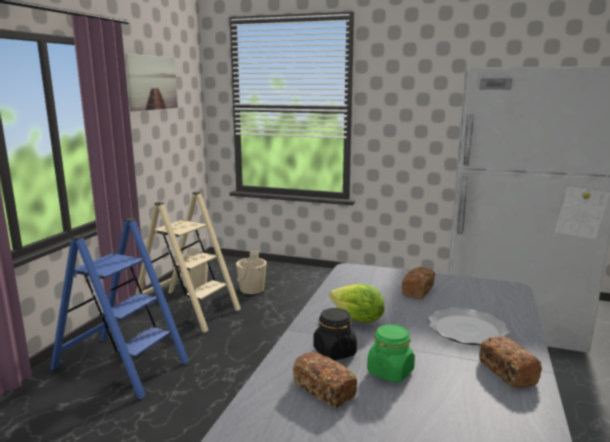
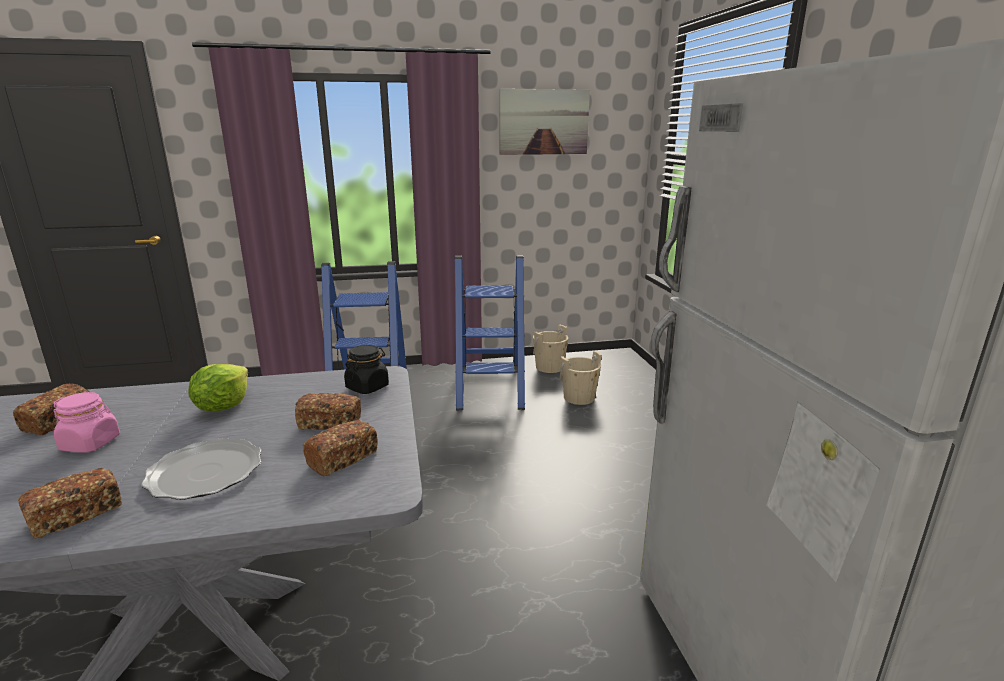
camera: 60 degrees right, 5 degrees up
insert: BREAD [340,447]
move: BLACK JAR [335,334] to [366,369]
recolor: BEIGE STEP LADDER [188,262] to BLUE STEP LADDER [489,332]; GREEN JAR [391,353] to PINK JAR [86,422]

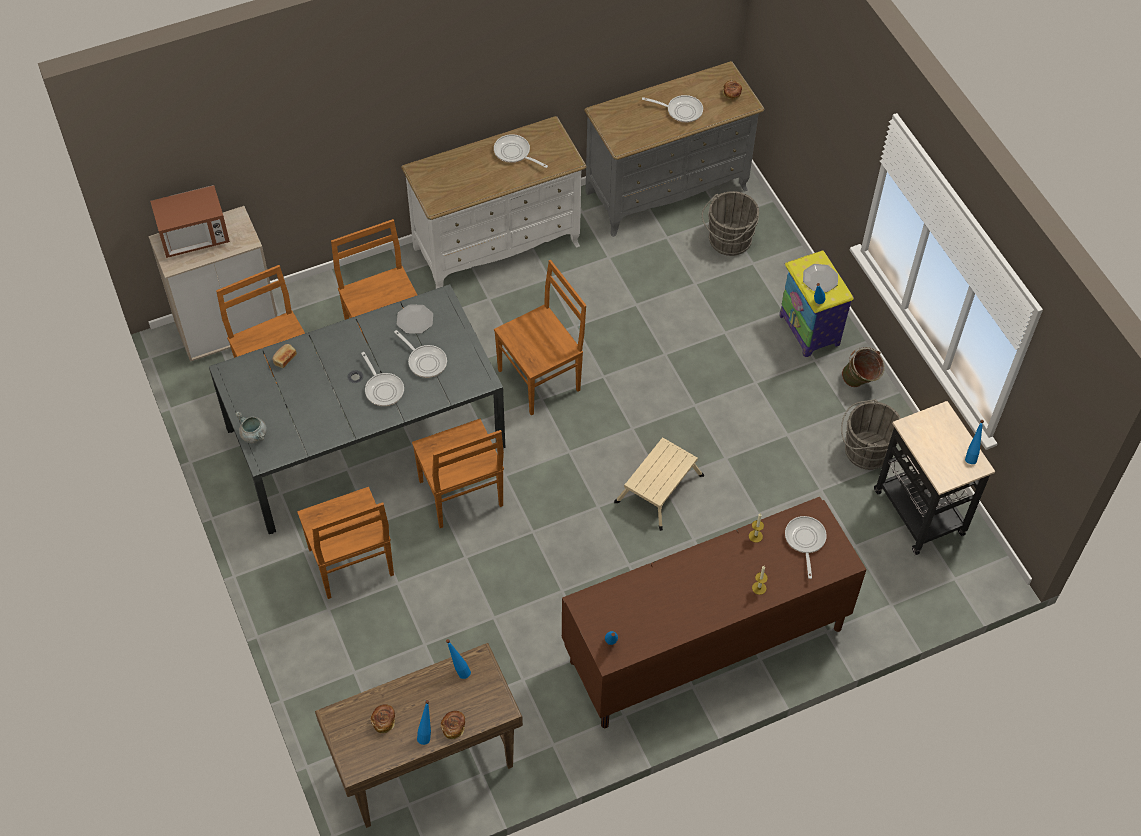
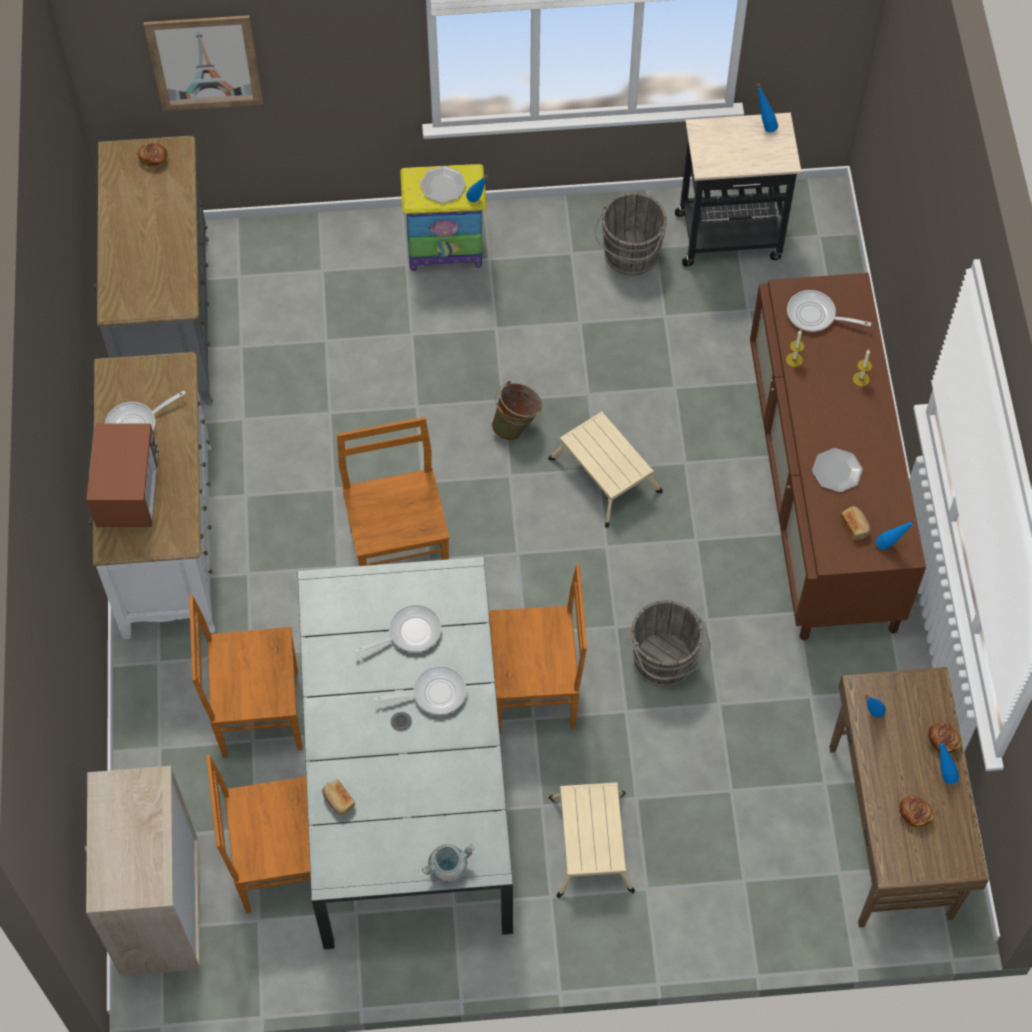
camera: 70 degrees left, 5 degrees up
delete: FRYING PAN [672,109]
insert: PICTURE [203,63]; BREAD [856,523]
move: MICROWAVE [190,221] to [122,475]; PLATE [415,319] to [837,470]; GREY BUCKET [730,223] to [670,643]; GREEN BUCKET [863,367] to [517,411]
replace: BROWN CHAIR [345,543] to BEIGE STEP LADDER [592,840]

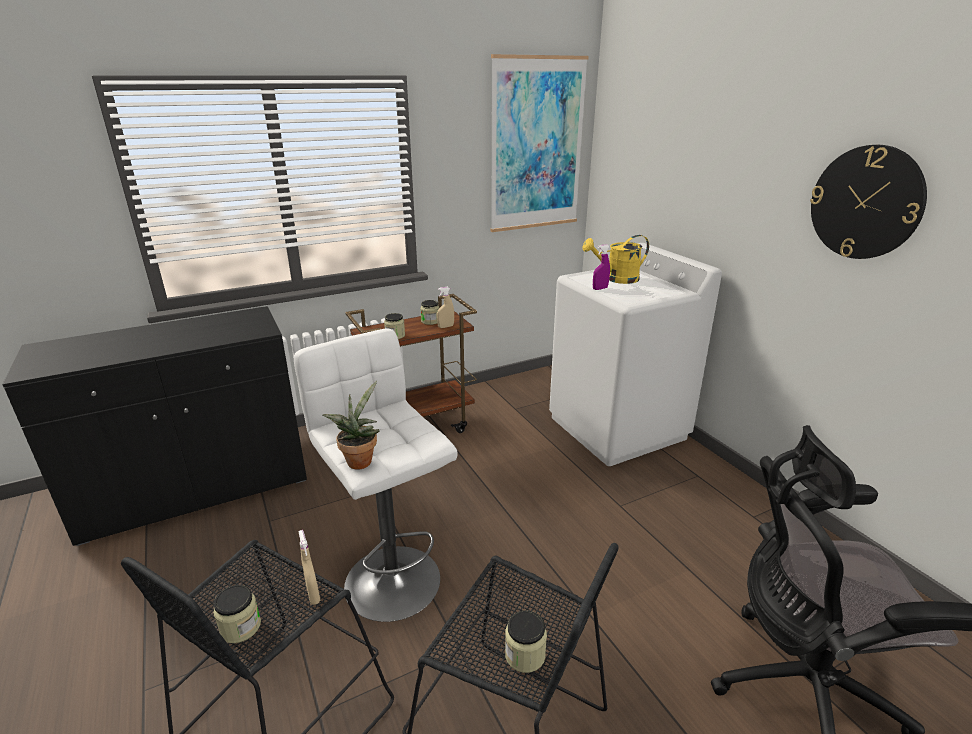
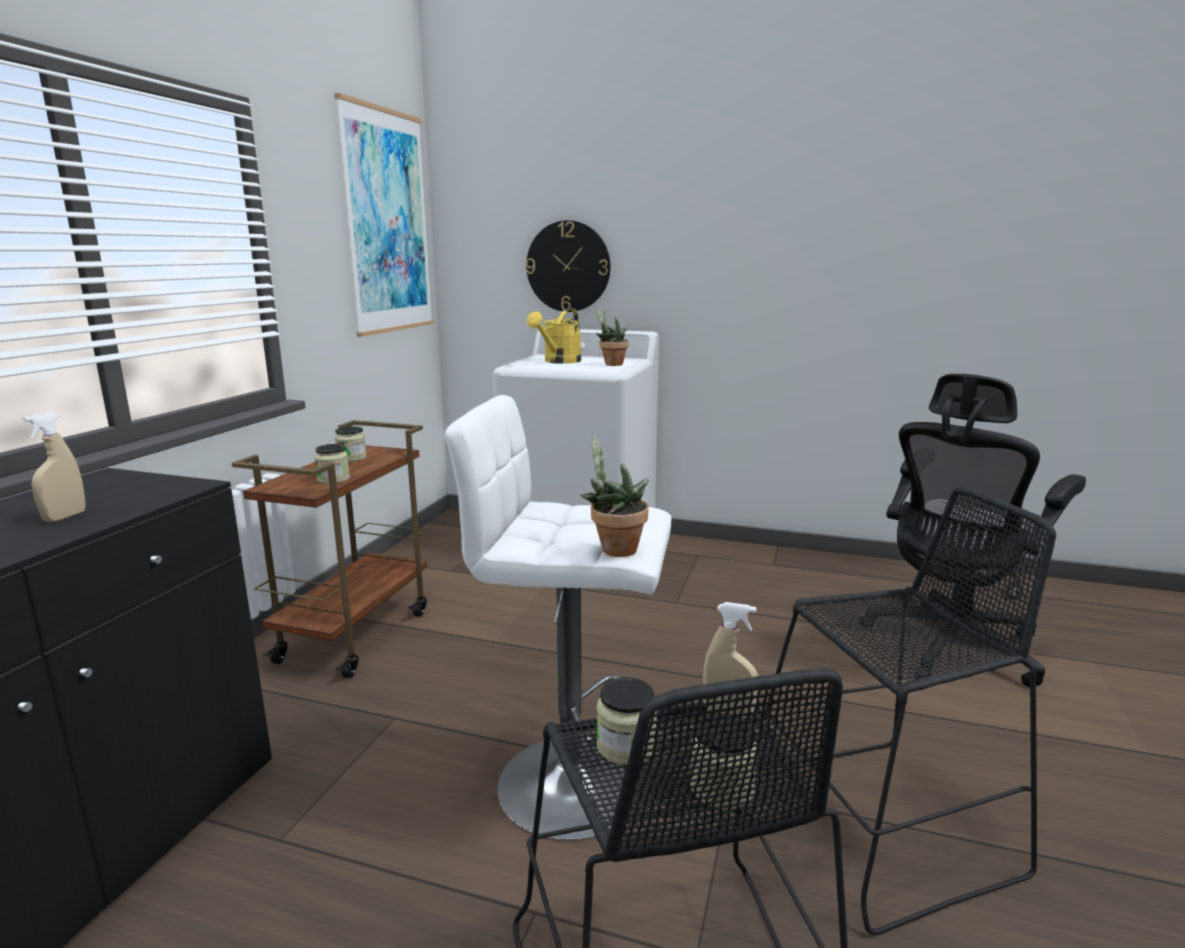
camera: 45 degrees left, 10 degrees down
delete: PURPLE SPRAY BOTTLE [601,267]
insert: POTTED PLANT [612,337]
move: BEIGE SPRAY BOTTLE [445,307] to [54,467]; JAR [526,642] to [627,721]; WALL CLOCK [868,202] to [568,266]

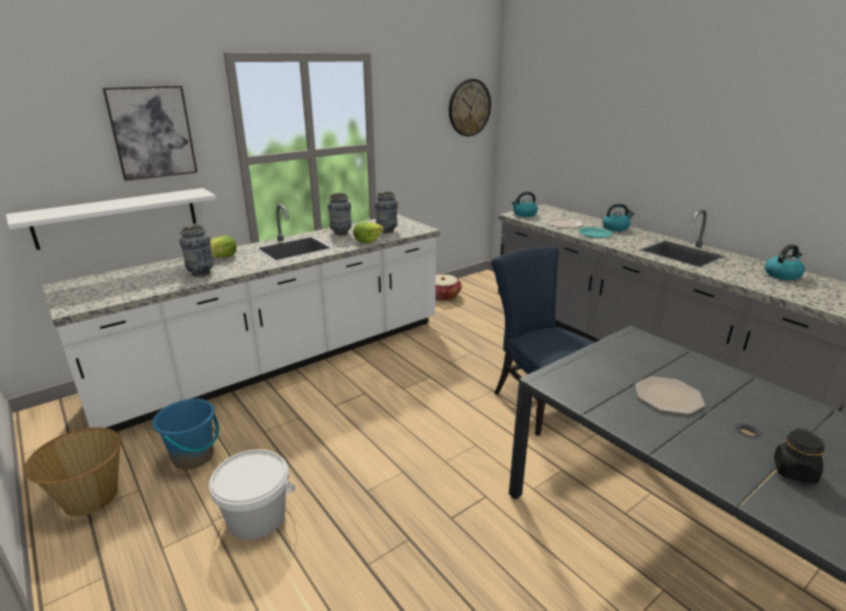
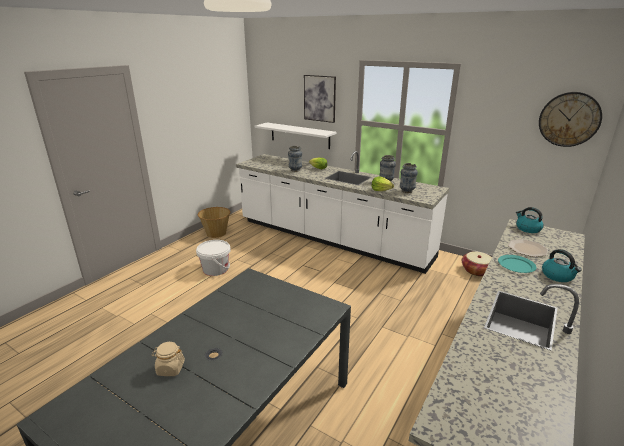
camera: 70 degrees right, 0 degrees up
delete: BLUE BUCKET [185,434]; BLUE CHAIR [543,341]; PLATE [670,395]; KETTLE [785,262]
recolor: BLACK JAR [799,456] to BEIGE JAR [168,359]

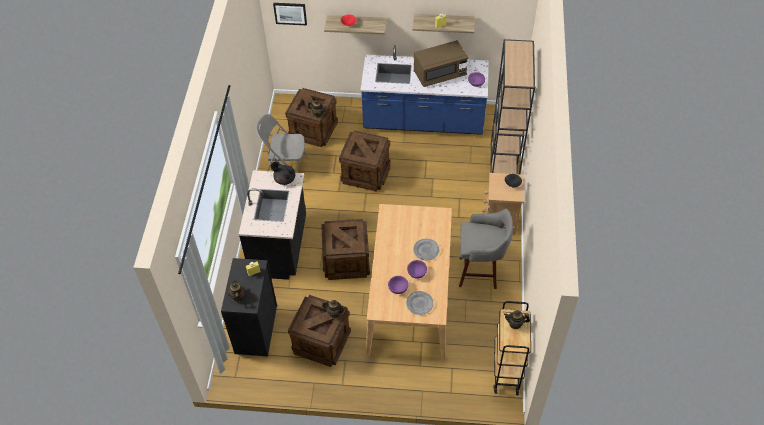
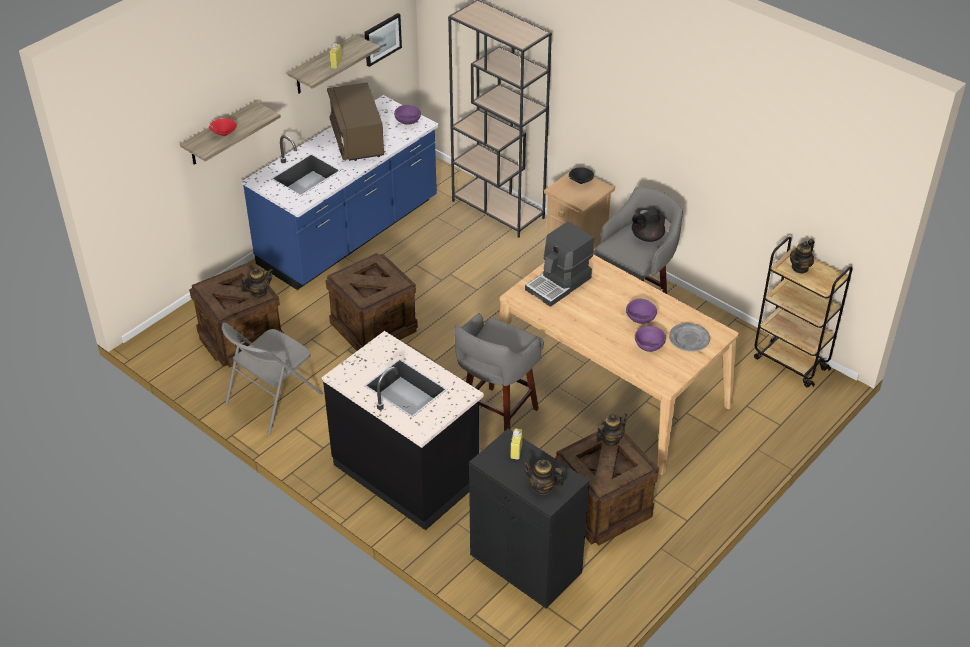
camera: 55 degrees left, 10 degrees down
delete: GREY PLATE [426,249]
insert: COFFEE MACHINE [559,264]
move: BLACK TEAPOT [282,173] to [648,225]; PICTURE [290,14] to [383,40]
replace: CRATE [345,249] to GREY STOOL [499,372]
rotate: BROWN MICROWAVE [441,63] = [355,121] 150 degrees clockwise

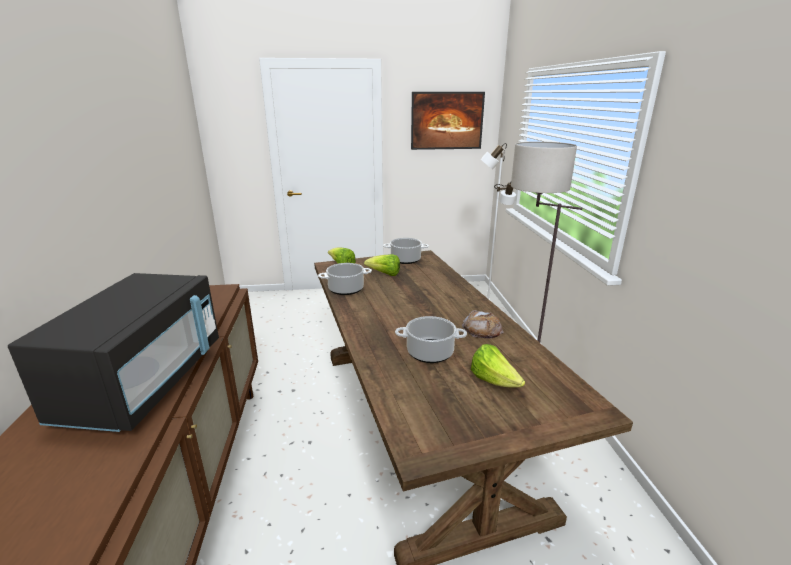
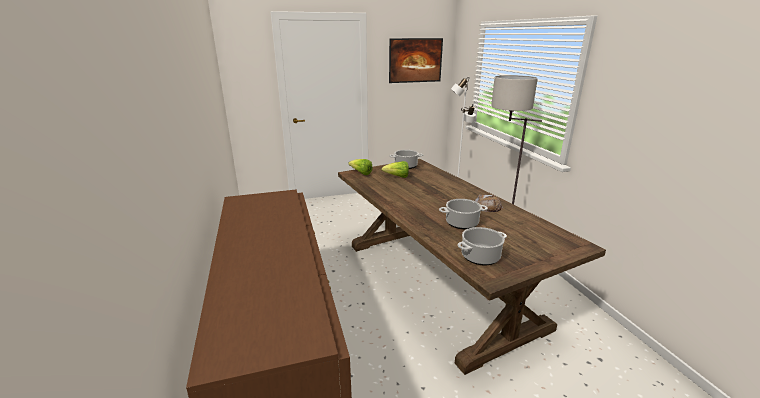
camera: 10 degrees left, 0 degrees up
delete: BLACK MICROWAVE [113,352]; LETTUCE [498,366]
move: COOKING POT [345,279] to [482,246]

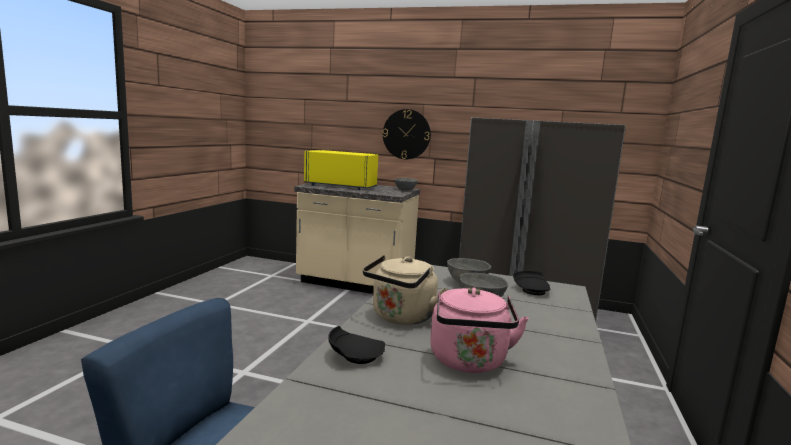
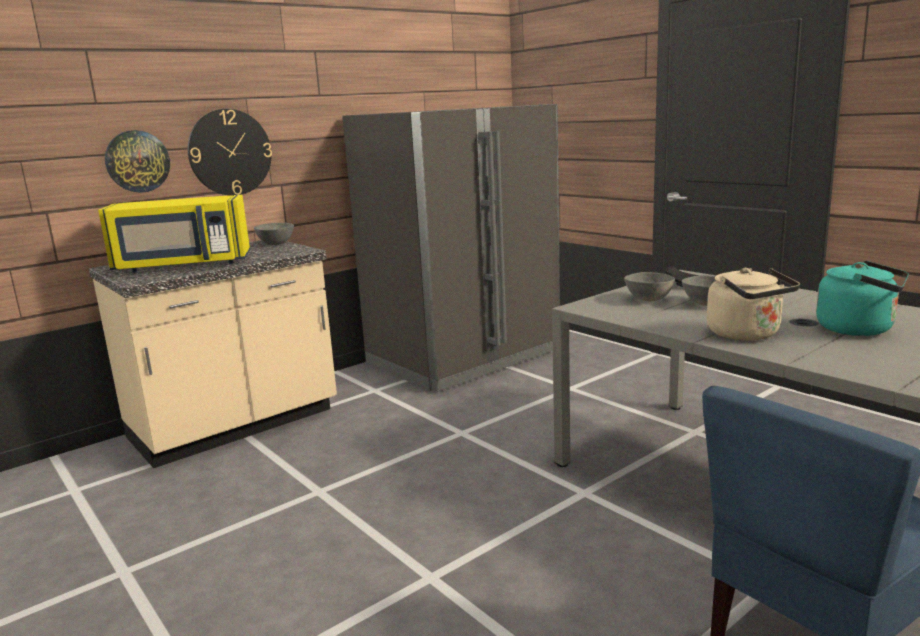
camera: 55 degrees left, 5 degrees up
delete: BLACK PLATE [356,345]
insert: WALL CLOCK [137,161]
recolor: PINK KETTLE [479,330] to TURQUOISE KETTLE [862,298]
rotate: YELLOW MICROWAVE [341,170] = [174,233] 150 degrees counterclockwise

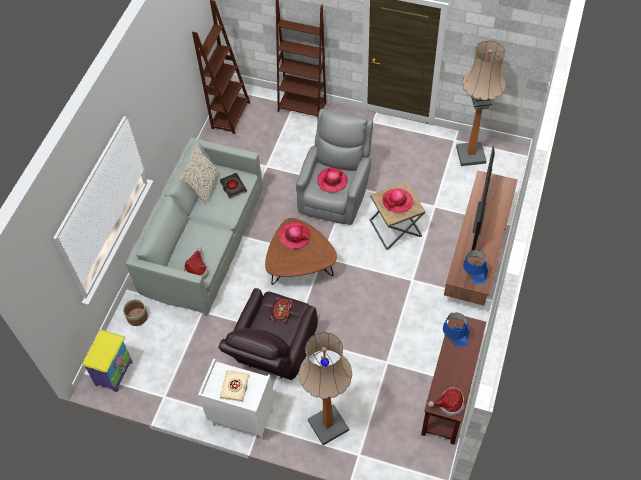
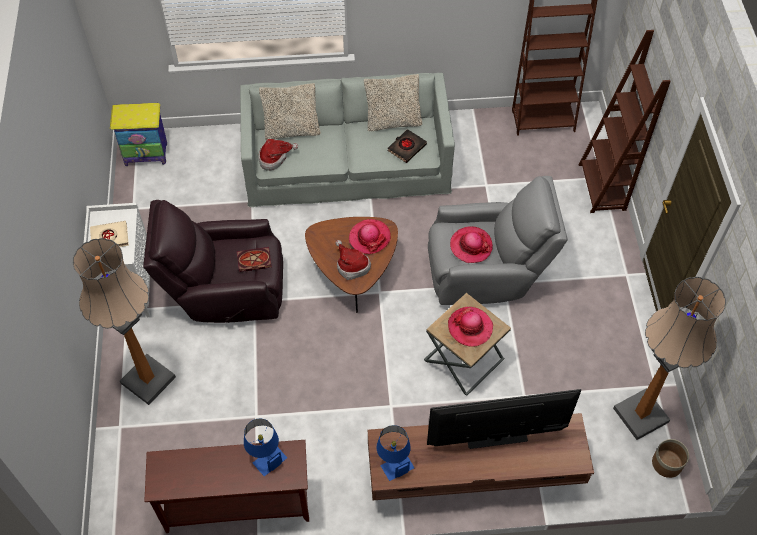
camera: 65 degrees right, 0 degrees up
insert: BEIGE PILLOW [290,111]
move: PLANTER [135,312] to [670,458]; HAT [446,401] to [353,260]

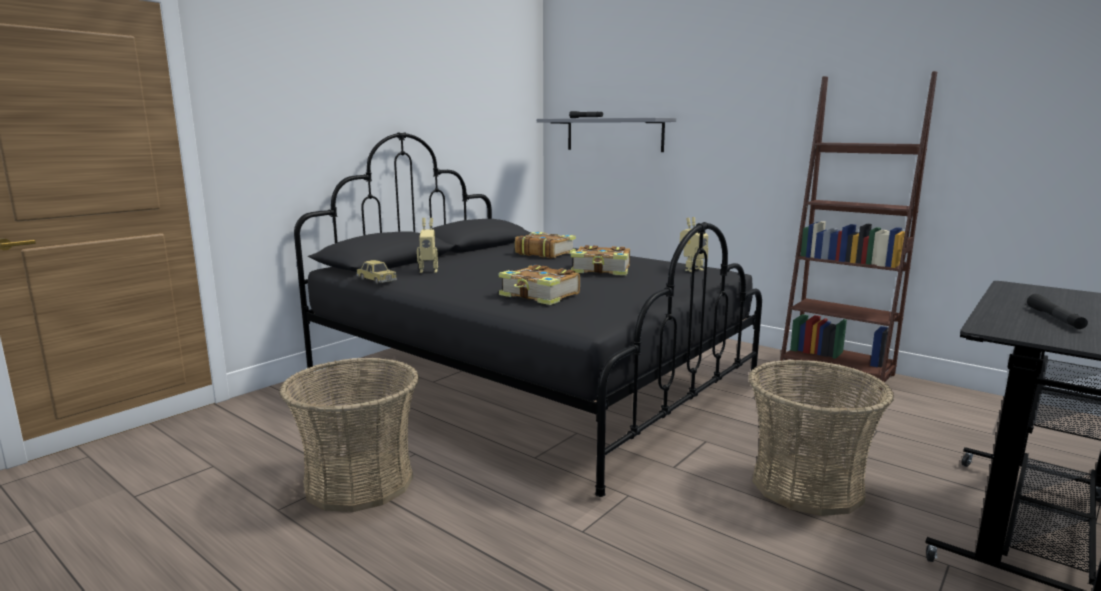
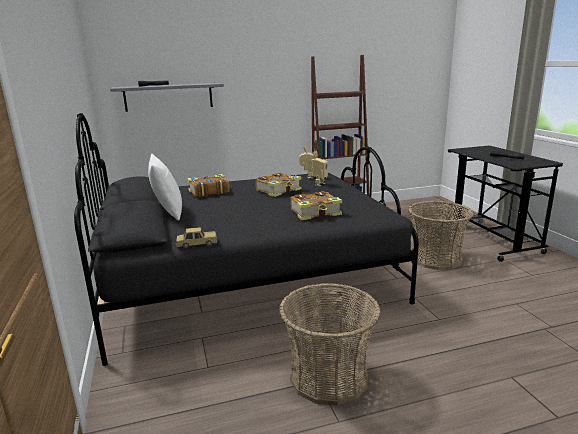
camera: 55 degrees left, 5 degrees up
insert: WHITE PILLOW [165,187]
move: TOY ROBOT [427,245] to [318,168]

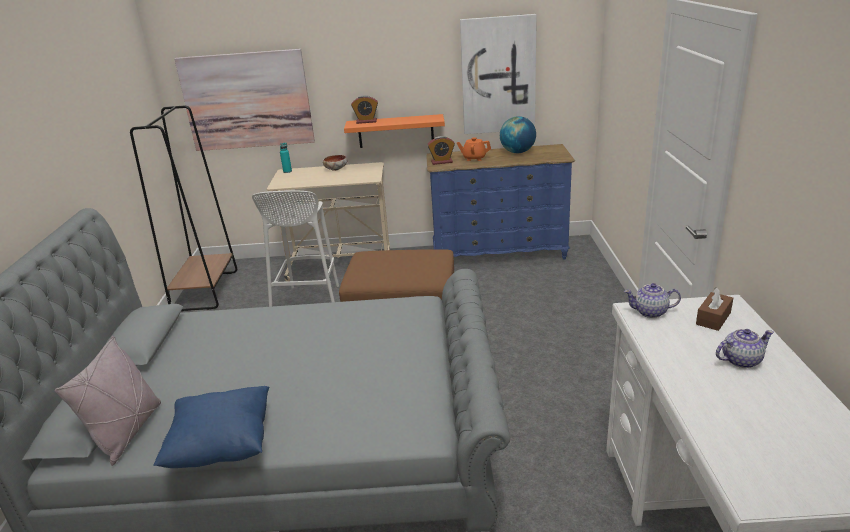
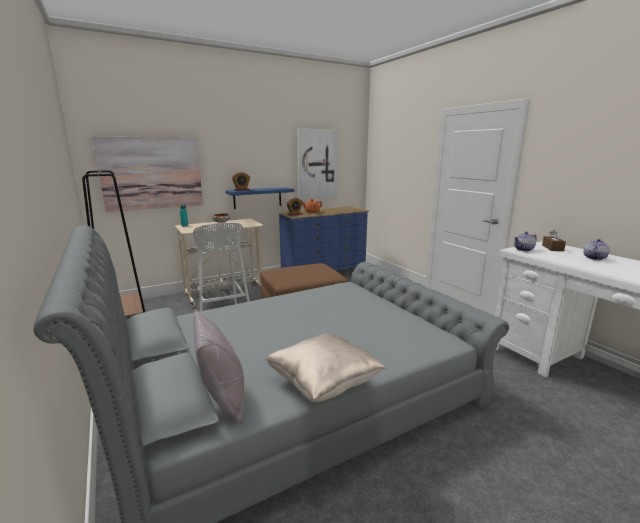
camera: 30 degrees left, 10 degrees down
delete: GLOBE [518,134]
recolor: BLUE PILLOW [211,427] to BEIGE PILLOW [326,367]; ORANGE SHELF [394,131] to BLUE SHELF [260,198]

